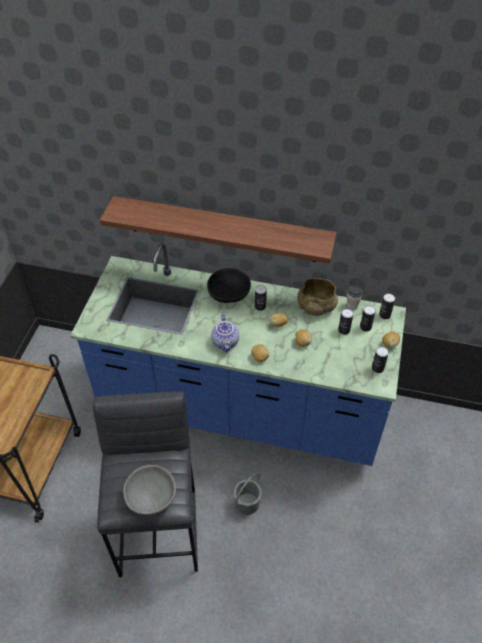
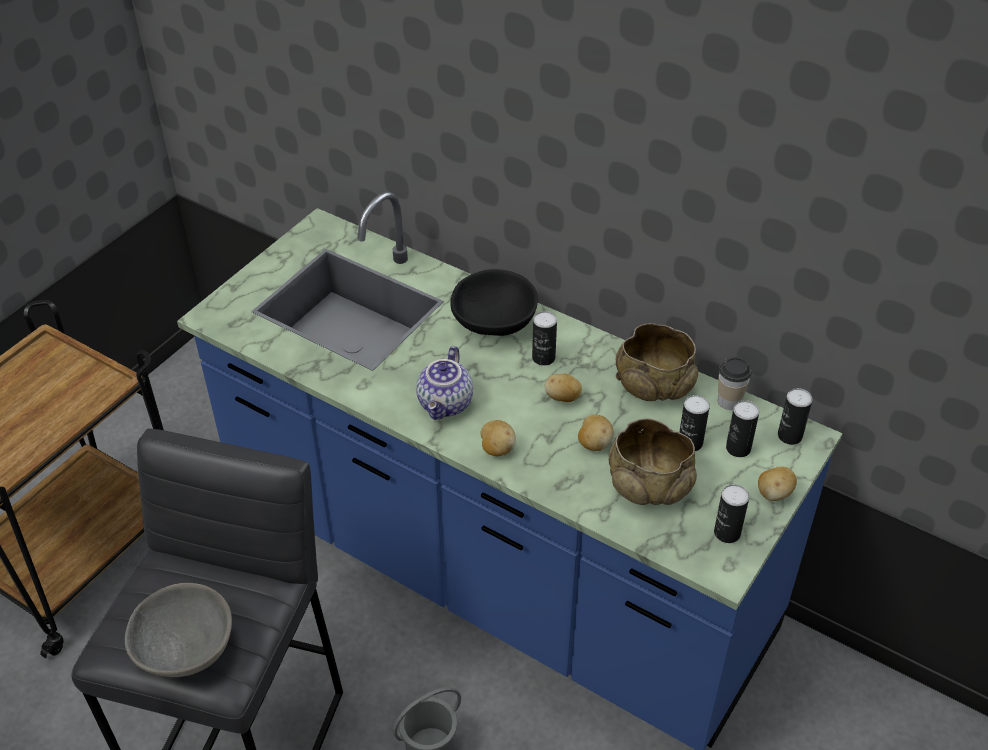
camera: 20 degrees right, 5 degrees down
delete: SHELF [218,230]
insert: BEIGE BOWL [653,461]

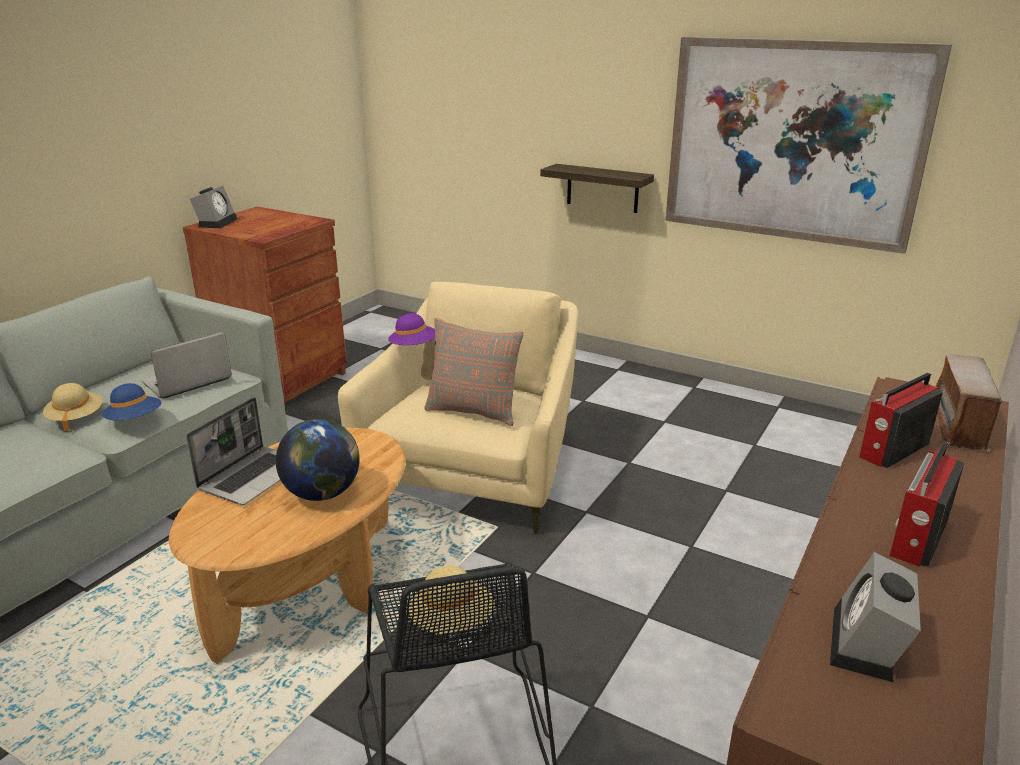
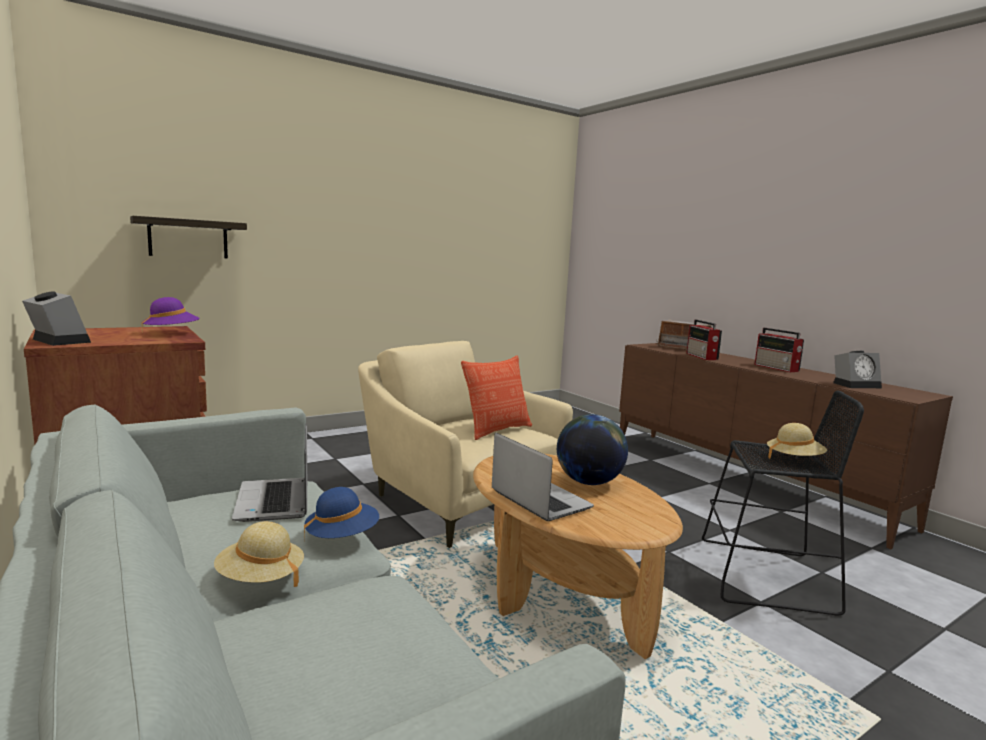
camera: 65 degrees left, 15 degrees down
delete: PICTURE [808,145]
move: PURPLE HAT [411,329] to [170,315]; SHELF [597,188] to [188,237]
recolor: GREY PILLOW [474,372] to ORANGE PILLOW [496,397]
rotate: ALARM CLOCK [875,617] = [857,369] 60 degrees counterclockwise

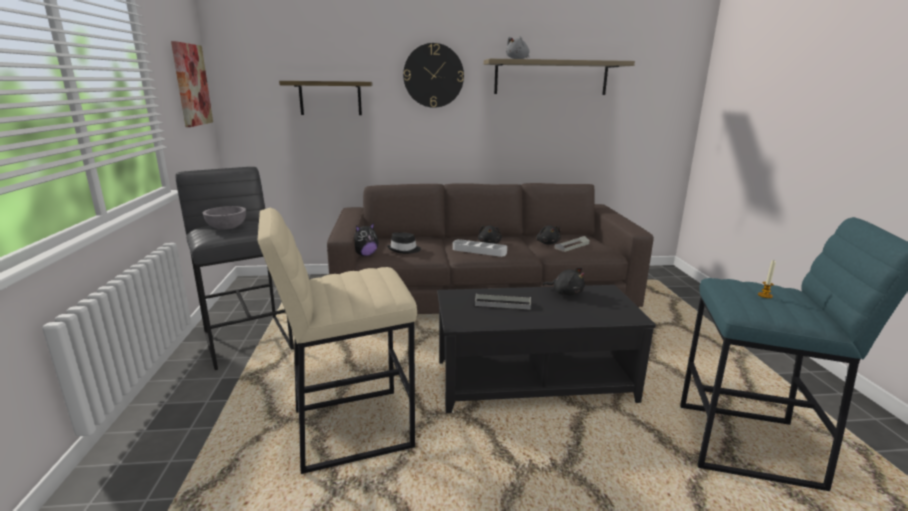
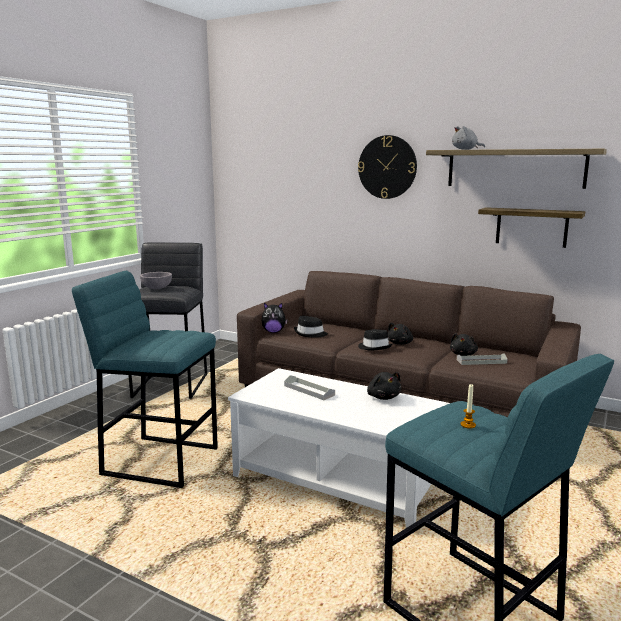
camera: 35 degrees right, 5 degrees down
delete: PICTURE [192,84]
move: SHELF [325,98] to [531,227]
replace: WHITE TRAY [480,248] to BLACK HAT [375,339]
recolor: BEIGE STOOL [337,341] to TURQUOISE STOOL [145,379]; BLACK COFFEE TABLE [546,349] to WHITE COFFEE TABLE [339,451]

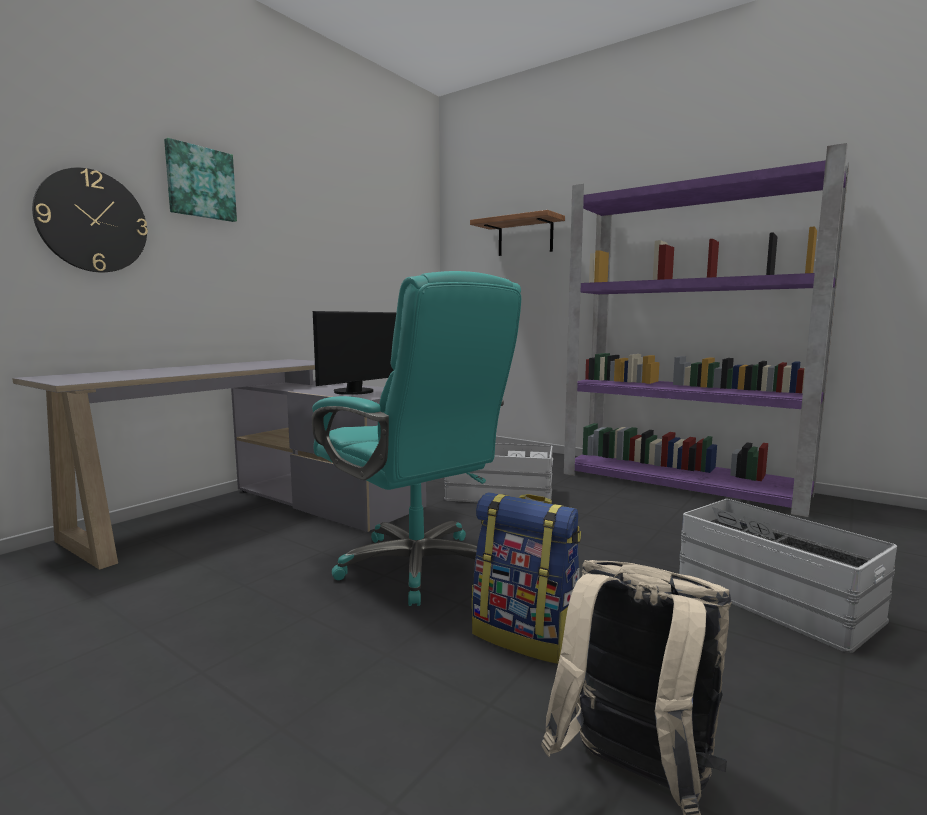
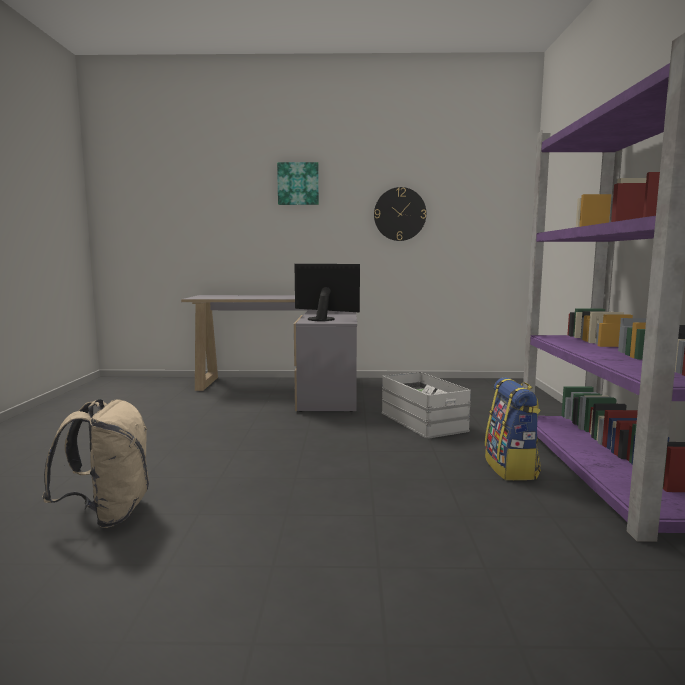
camera: 55 degrees right, 0 degrees up
delete: TURQUOISE OFFICE CHAIR [416,438]; SHELF [517,233]; GREY STORAGE BOX [788,576]
move: WALL CLOCK [90,220] to [400,214]; BACKPACK [526,578] to [513,428]
rotate: MONITOR [354,353] = [327,292] 150 degrees counterclockwise

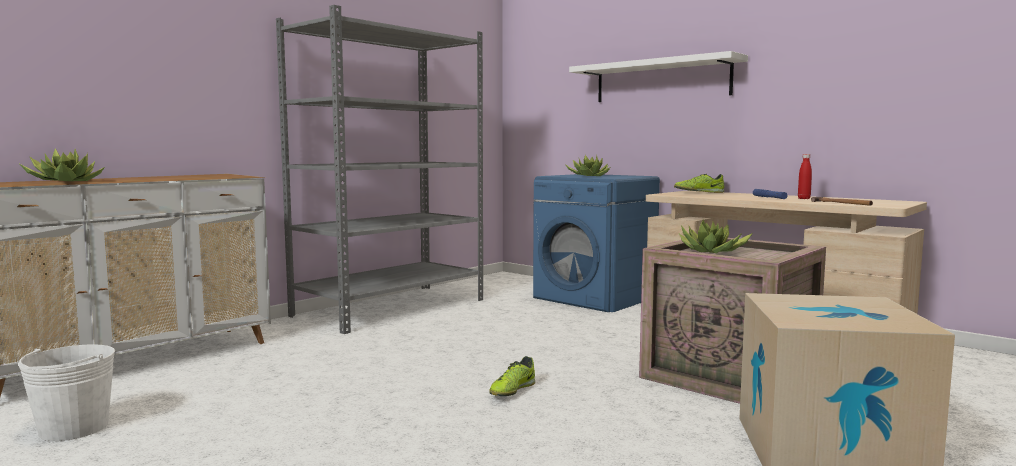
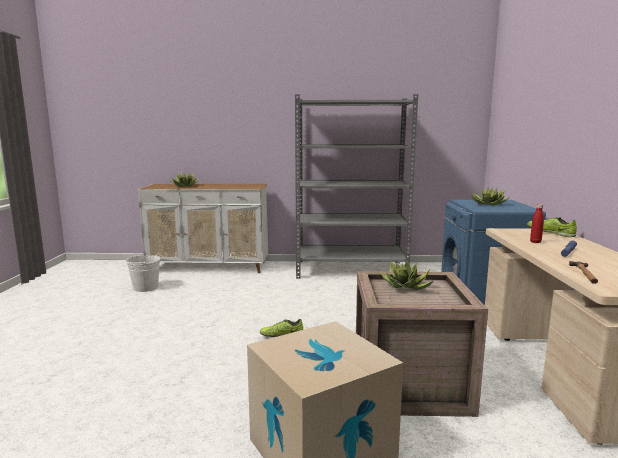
camera: 50 degrees right, 5 degrees up
delete: WHITE SHELF [658,76]
move: RED BOTTLE [805,176] to [537,223]

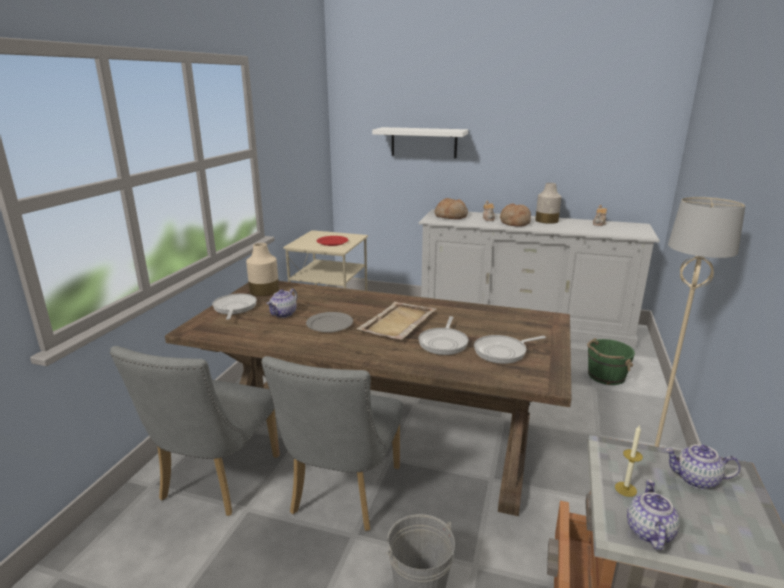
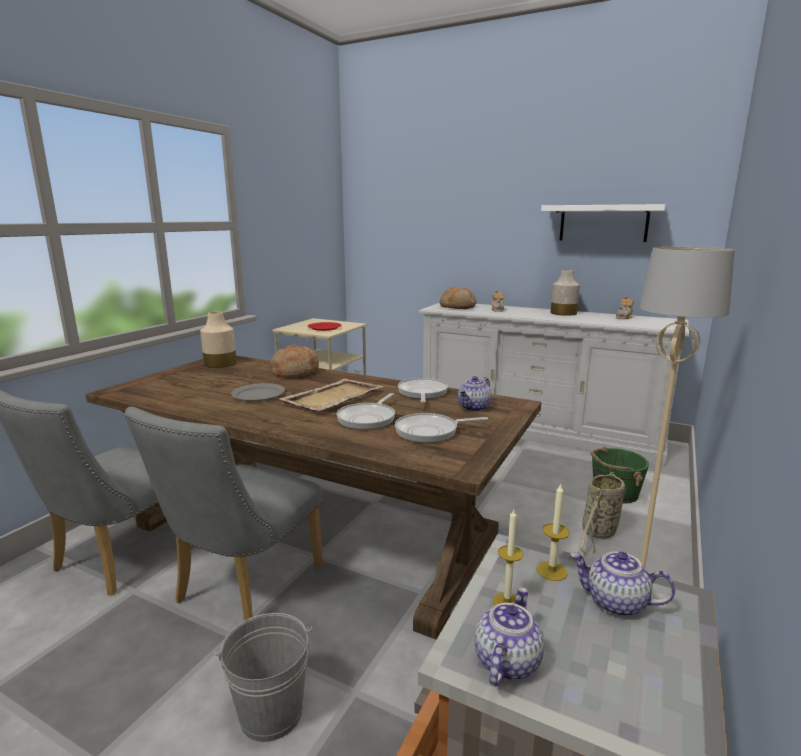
camera: 10 degrees right, 5 degrees down
insert: CANDLE [553,532]; BASKET [602,514]
move: FRYING PAN [234,306] to [423,390]; TEAPOT [281,303] to [475,394]; WHITE SHELF [420,142] to [603,223]; BREAD [515,215] to [294,362]

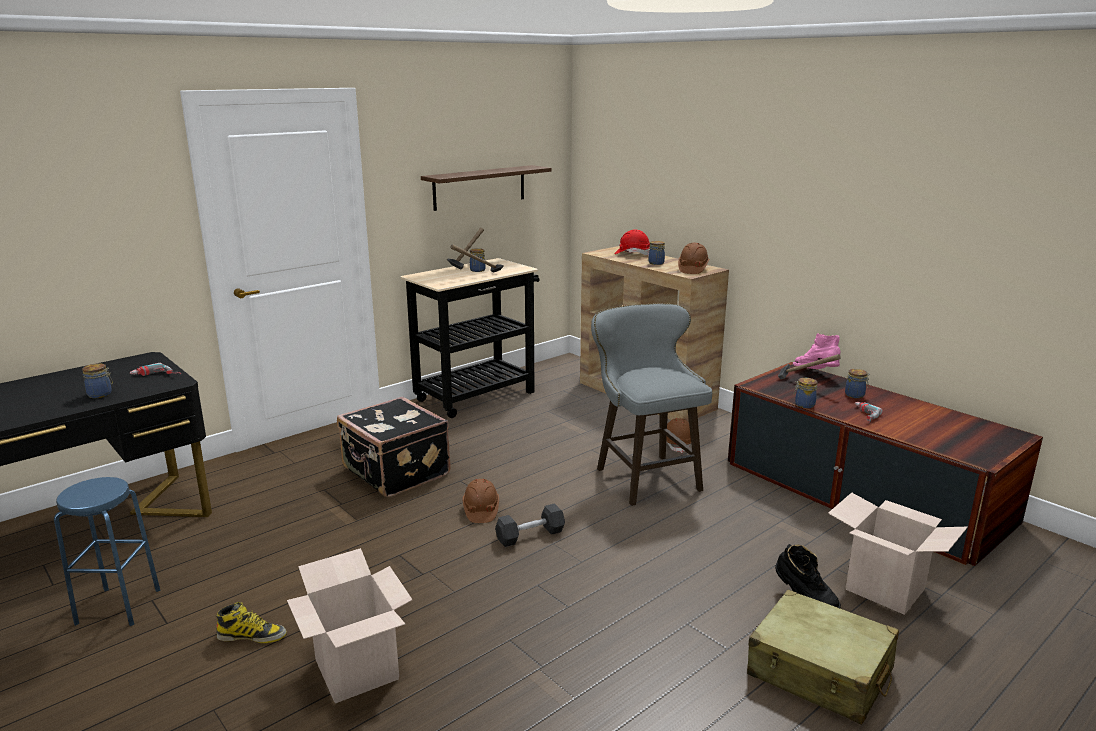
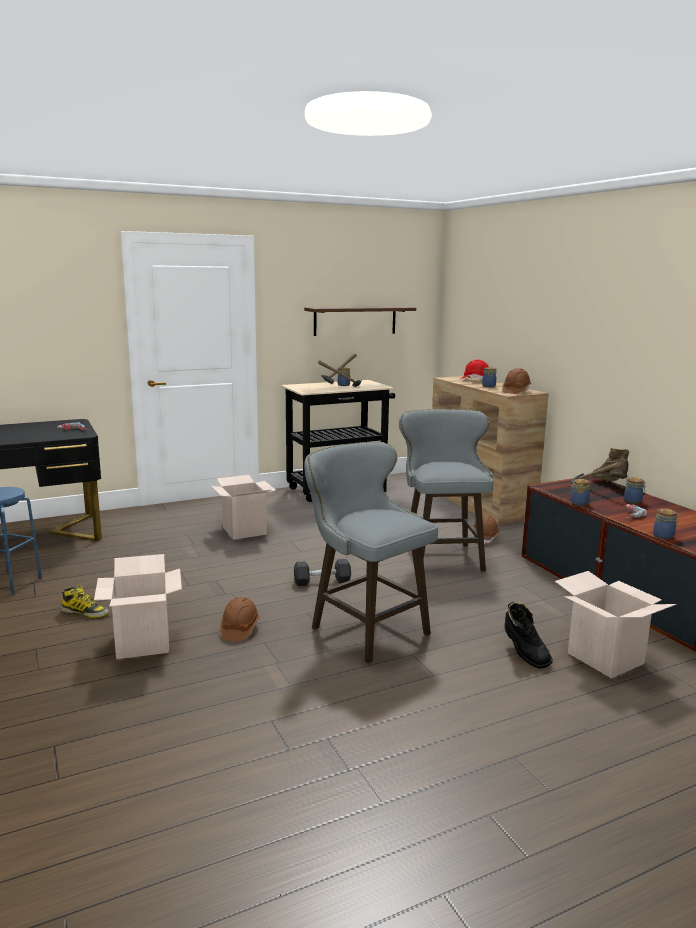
camera: 15 degrees right, 5 degrees down
delete: BEIGE SUITCASE [823,657]
insert: GREY STOOL [371,552]
move: JAR [97,380] to [666,523]; BROWN HARD HAT [481,501] to [239,619]
replace: BLACK SUITCASE [394,447] to CARDBOARD BOX [243,507]
recolor: PINK BOOT [816,351] to BROWN BOOT [610,464]

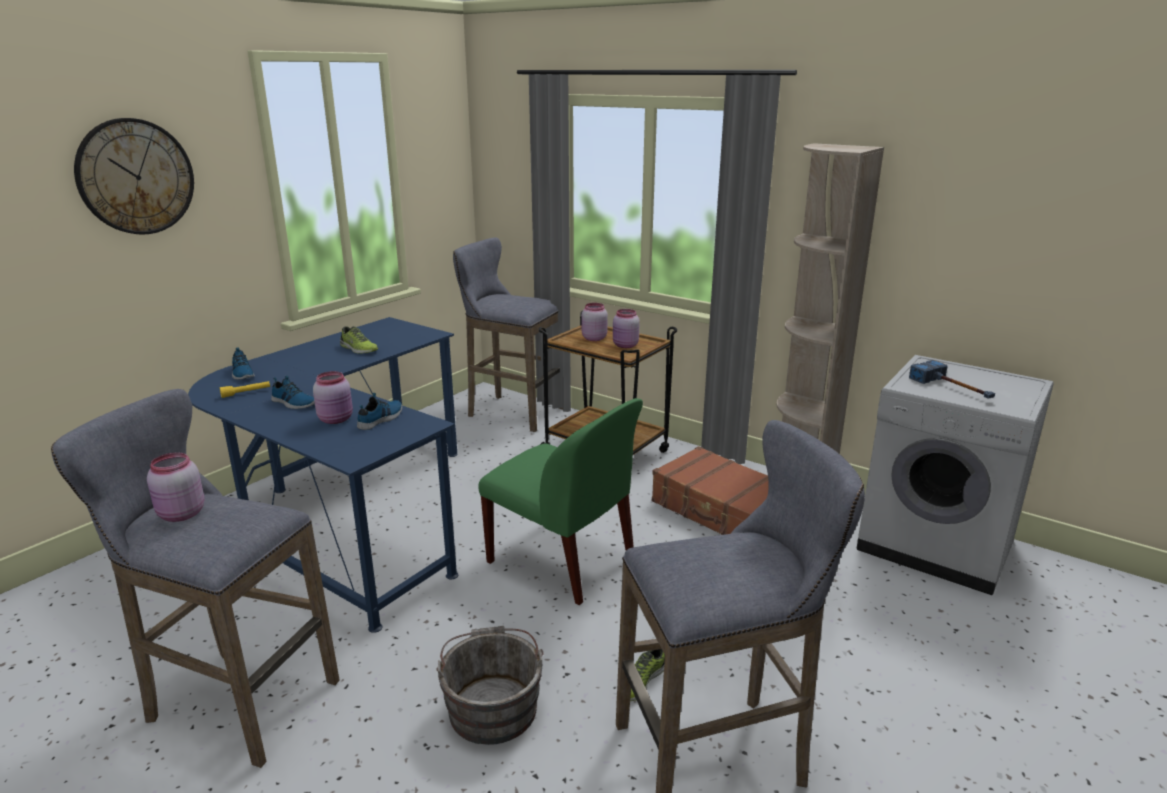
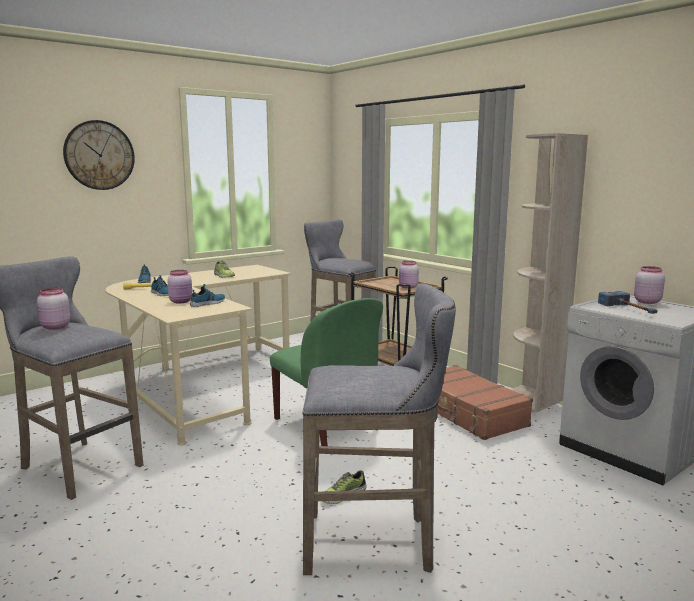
camera: 15 degrees right, 10 degrees down
delete: GREY BUCKET [490,685]
move: PINK JAR [595,322] to [649,285]
recolor: BLUE DESK [323,475] to BEIGE DESK [198,355]

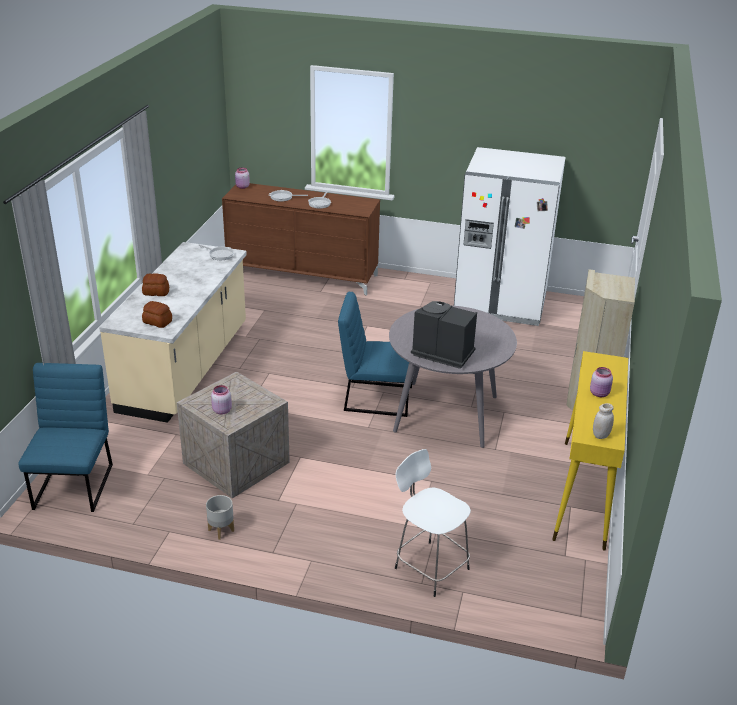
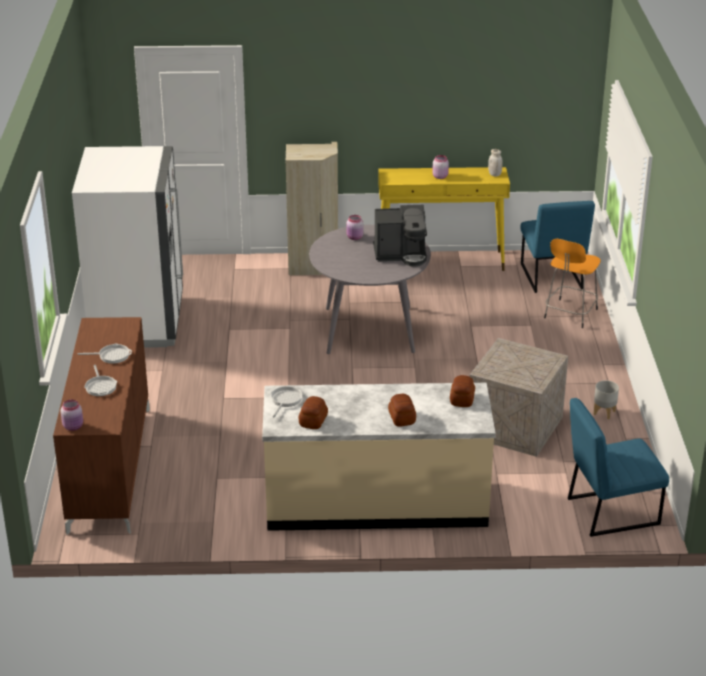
camera: 105 degrees left, 0 degrees up
insert: BREAD [313,412]
move: PINK JAR [221,400] to [355,227]; BLUE CHAIR [375,354] to [558,247]
recolor: WHITE STOOL [433,523] to ORANGE STOOL [572,283]
rotate: COFFEE MACHINE [444,335] = [400,236] 105 degrees counterclockwise

